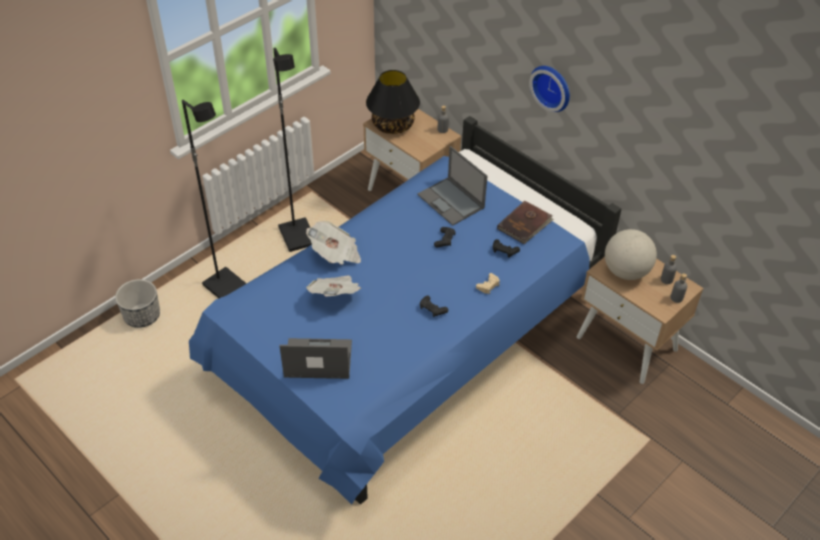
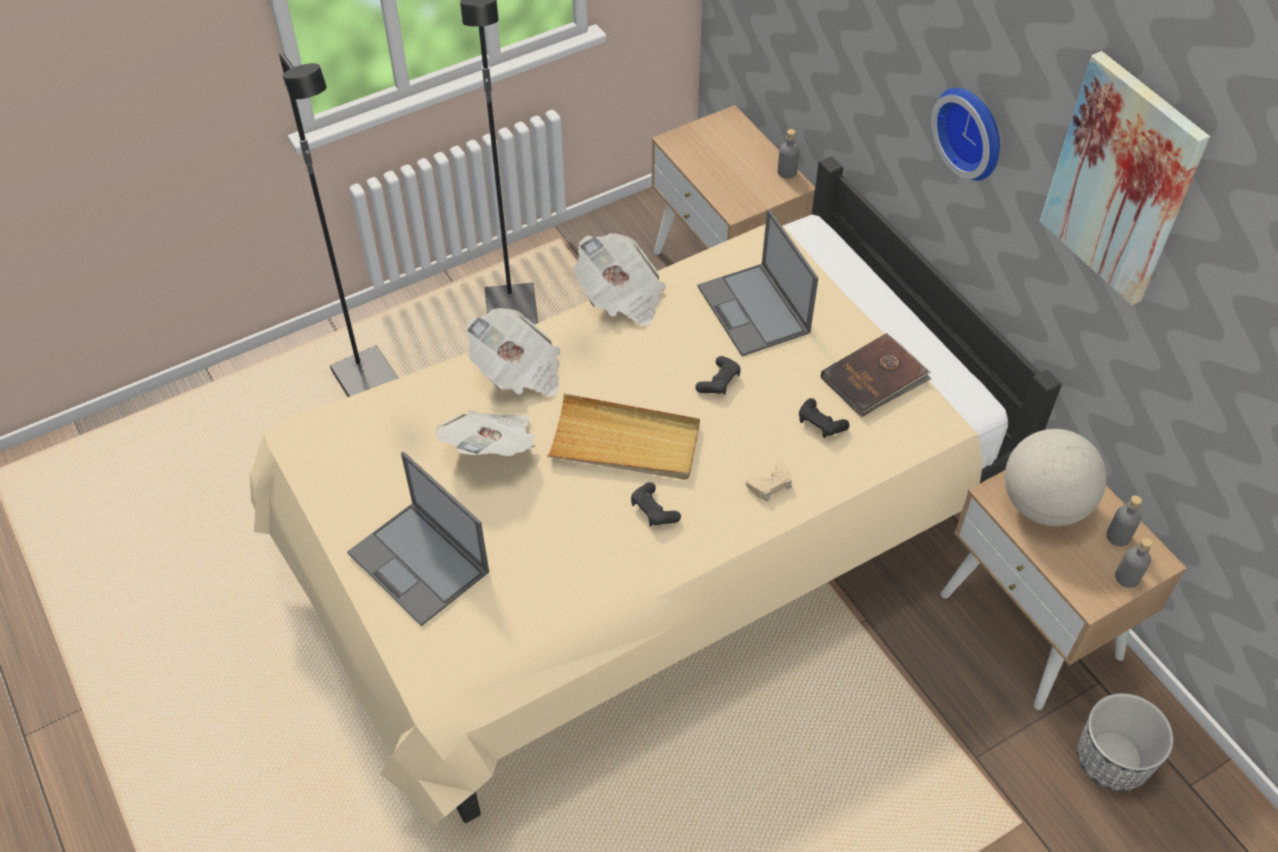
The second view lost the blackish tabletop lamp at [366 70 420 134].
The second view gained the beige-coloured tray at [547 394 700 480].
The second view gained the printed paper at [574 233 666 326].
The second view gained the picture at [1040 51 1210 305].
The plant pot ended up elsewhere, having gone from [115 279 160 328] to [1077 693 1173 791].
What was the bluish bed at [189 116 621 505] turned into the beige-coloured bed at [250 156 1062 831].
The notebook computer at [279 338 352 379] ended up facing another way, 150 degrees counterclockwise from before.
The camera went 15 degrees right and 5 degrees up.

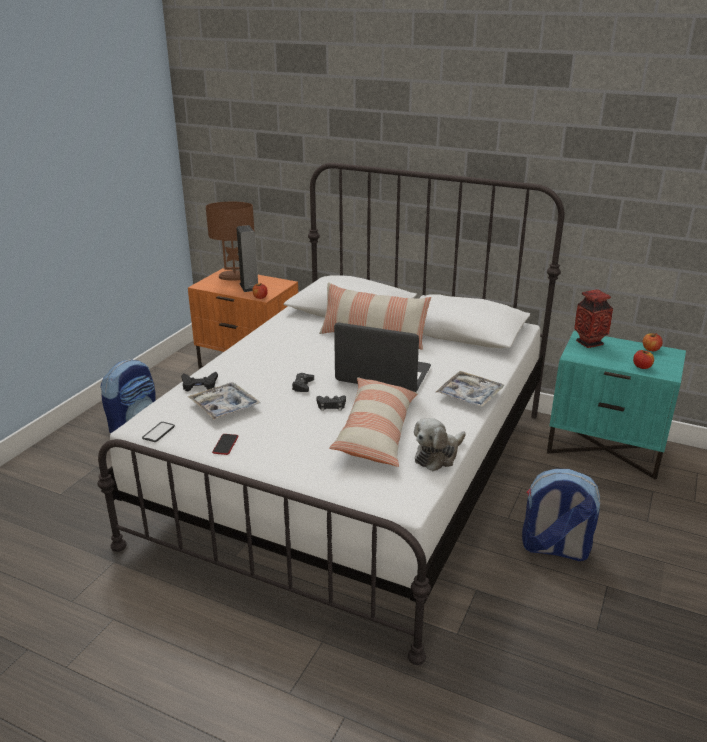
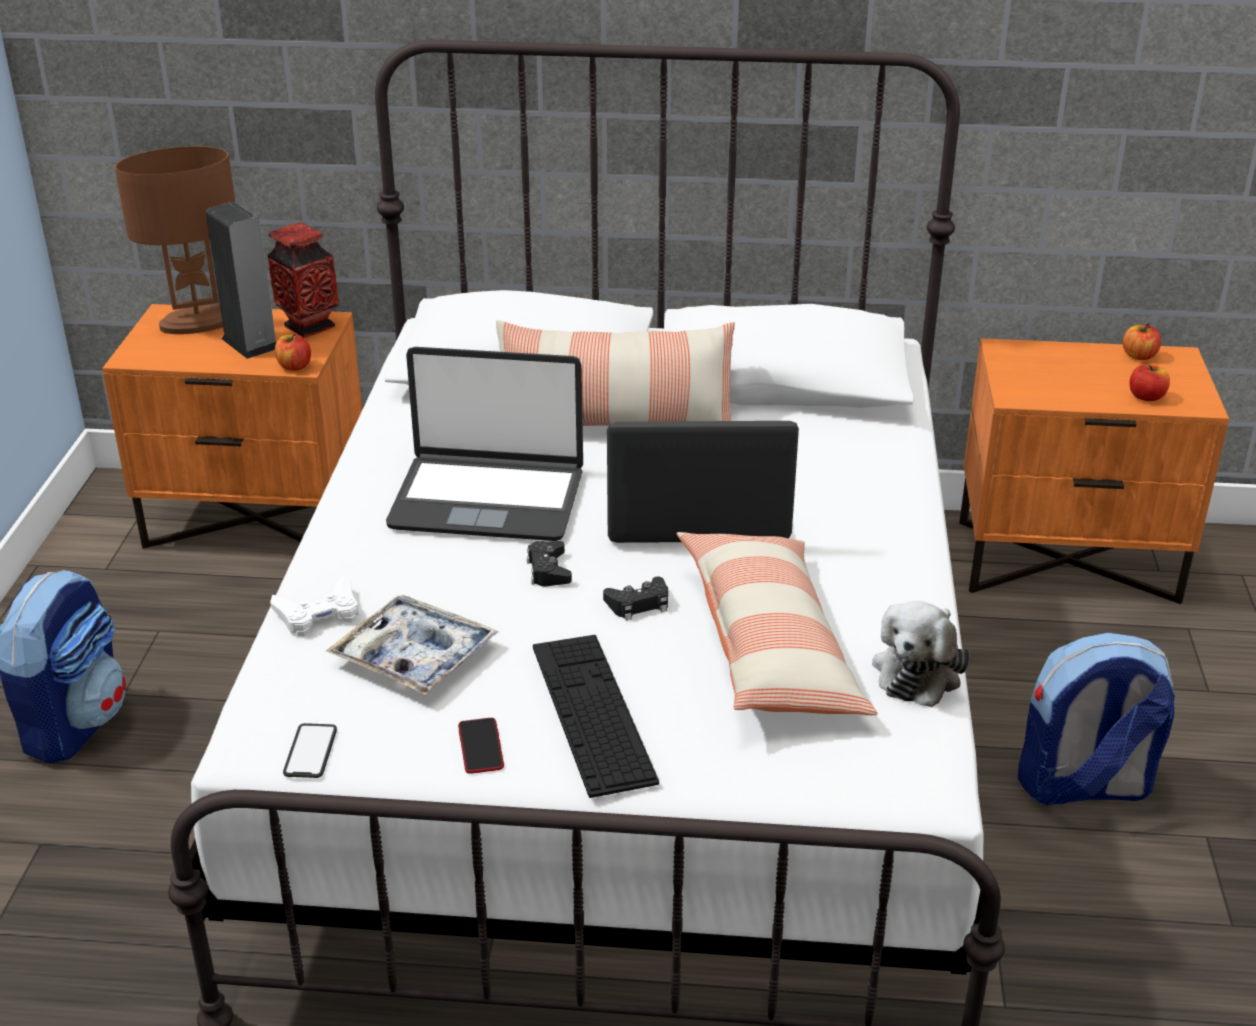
The second view lost the tray at [436 371 504 407].
The second view gained the notebook computer at [386 347 583 541].
The second view gained the PC keyboard at [533 635 659 798].
The flower vase ended up elsewhere, having gone from [574 289 613 348] to [268 222 339 338].
What was the blackish gamepad at [181 372 218 391] turned into the white gamepad at [270 576 359 636].
What was the turquoise-coloured night table at [547 331 686 480] turned into the orange-coloured night table at [959 338 1229 604].
The camera went 20 degrees left and 5 degrees up.

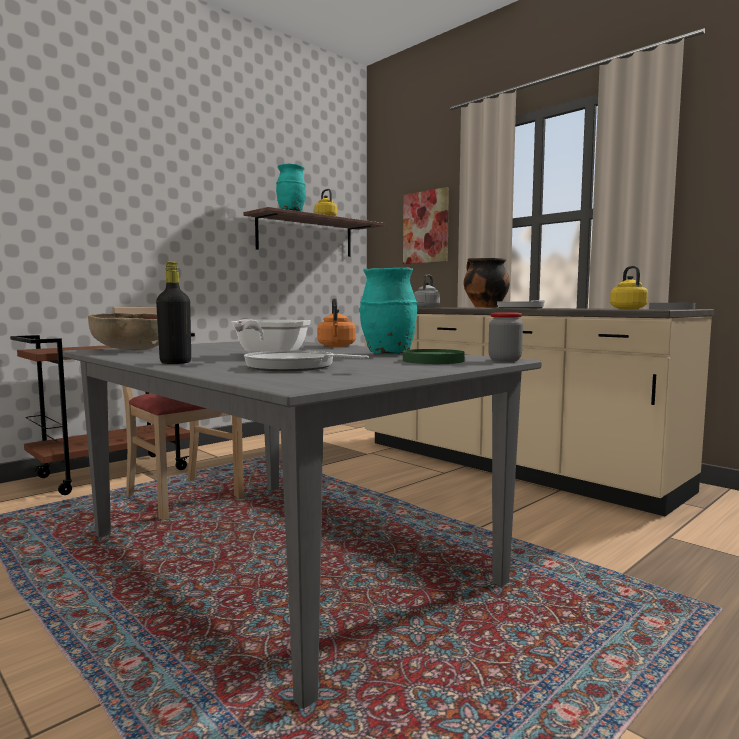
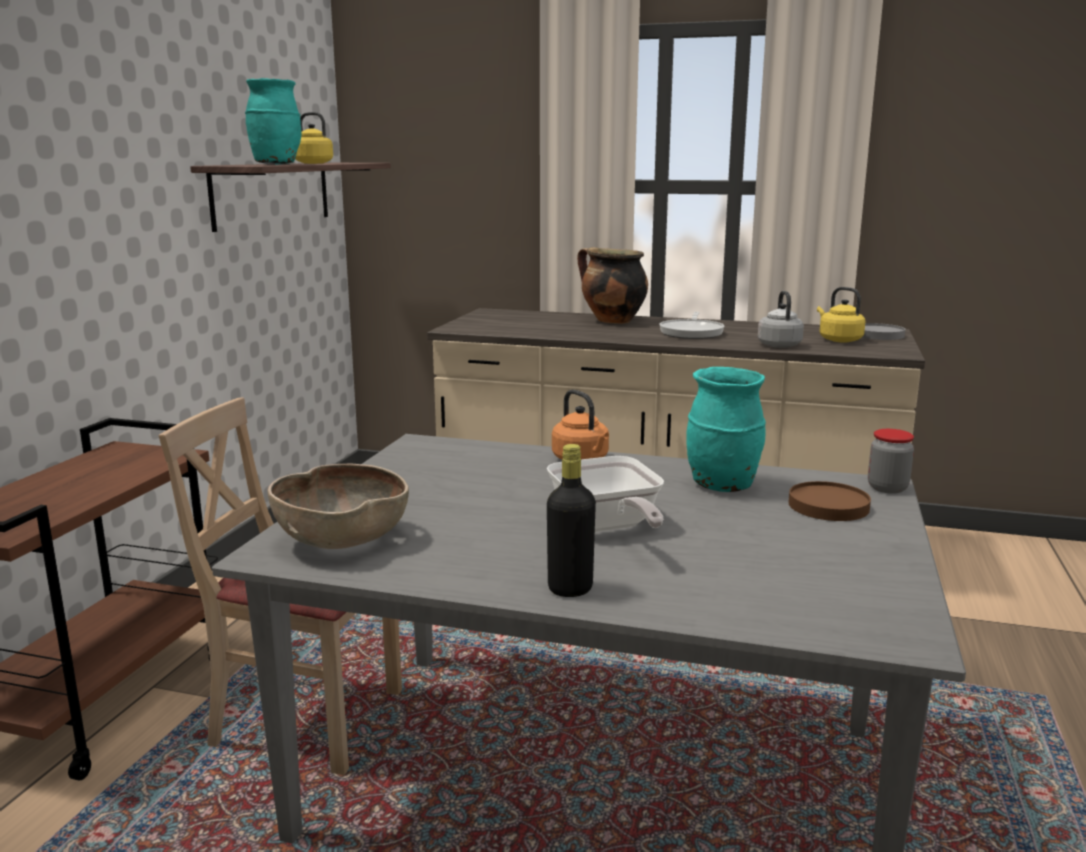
The second view lost the skillet at [244 351 369 371].
The second view lost the picture at [403 187 449 264].
The grey kettle ended up elsewhere, having gone from [414 274 440 308] to [758 291 804 348].
What was the green-coloured flat dish at [403 349 465 364] turned into the brown-coloured flat dish at [788 481 871 521].
The camera went 30 degrees left and 10 degrees up.

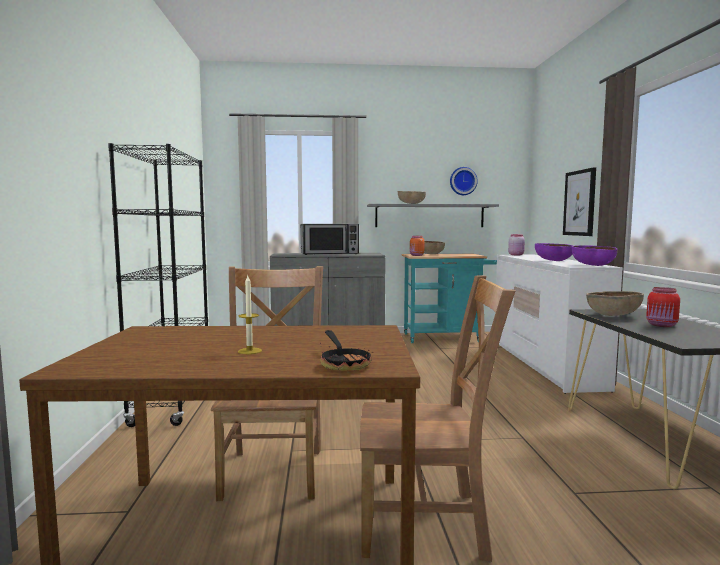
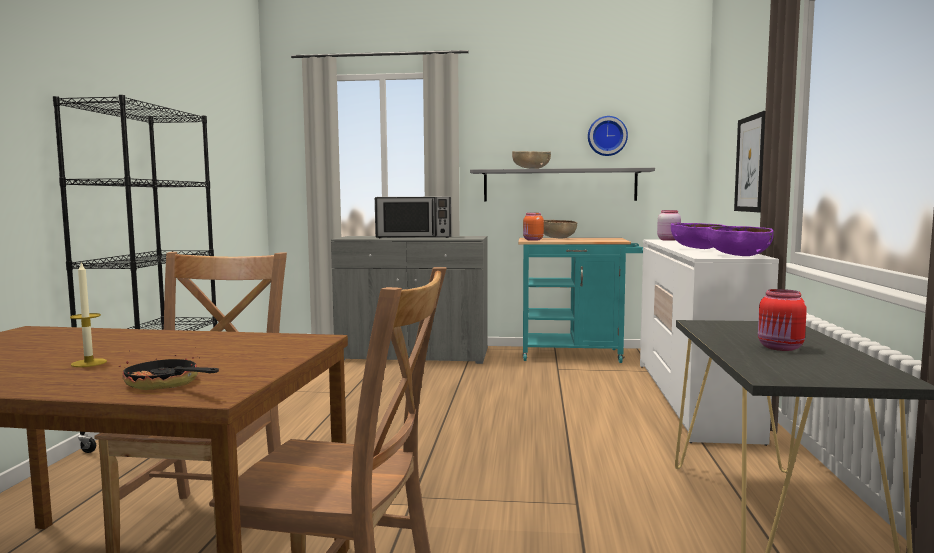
The second view lost the brown-coloured deep dish at [586 291 644 316].
The skillet at [320 330 373 371] ended up facing another way, 135 degrees clockwise from before.
The camera went 10 degrees right and 0 degrees up.

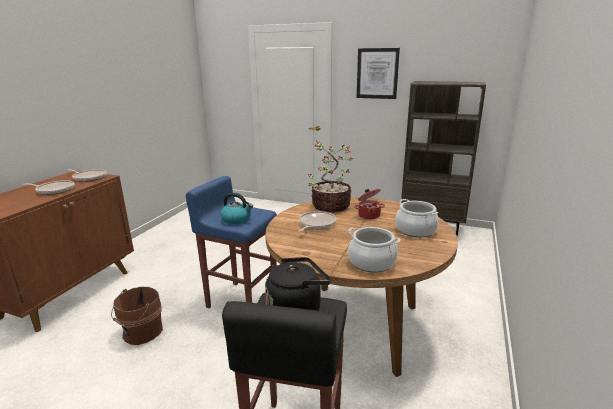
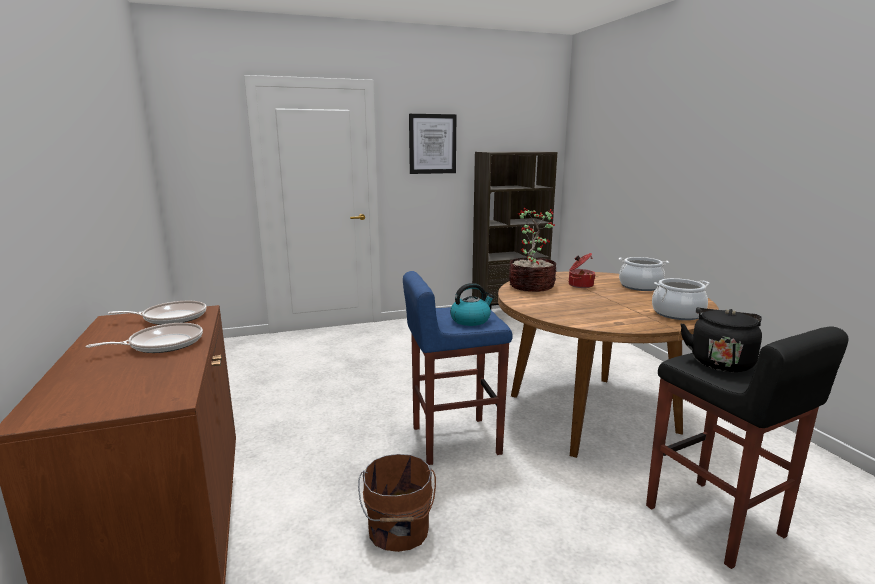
The second view lost the skillet at [298 211 337 232].
The camera went 40 degrees left and 5 degrees down.

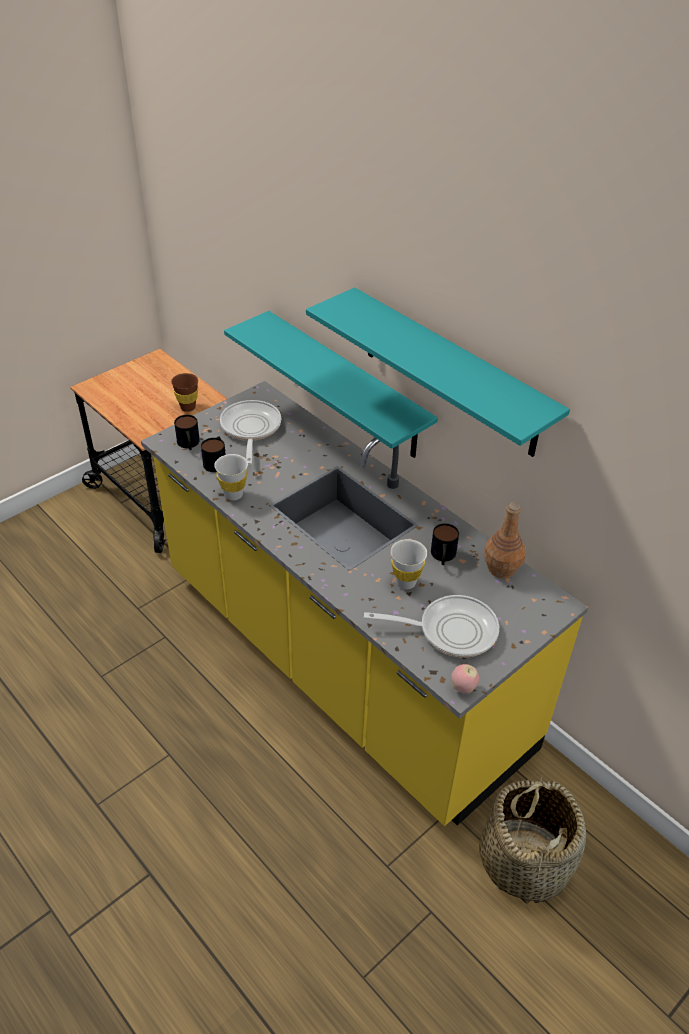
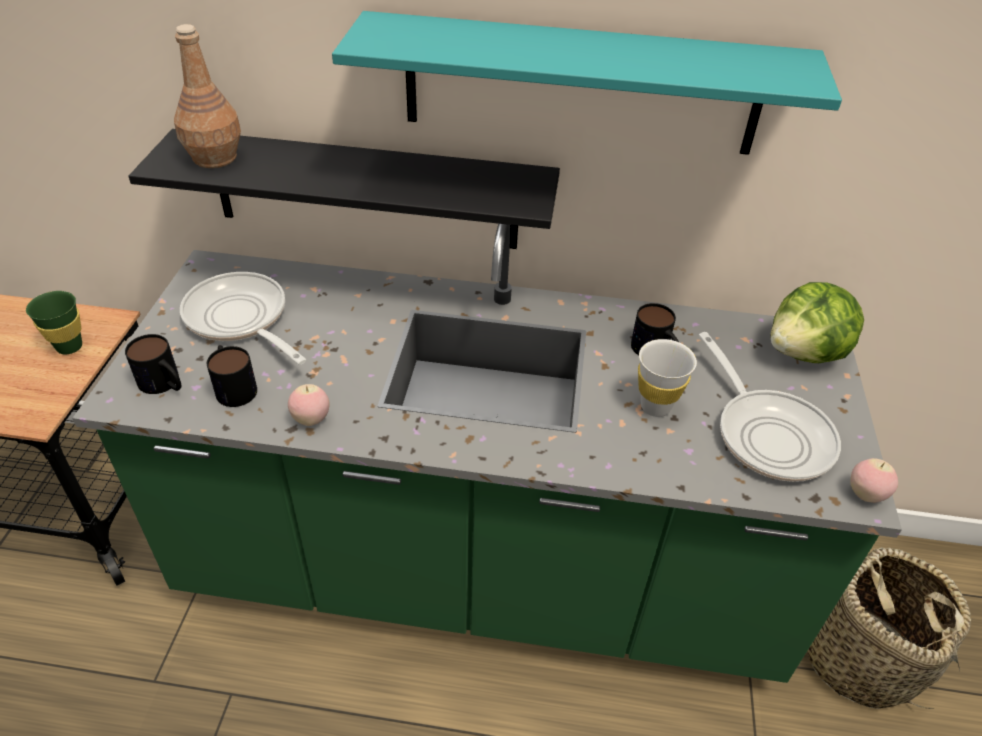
The second view gained the lettuce at [770 282 864 363].
The brown-coloured drink bottle ended up elsewhere, having gone from [484 502 526 578] to [174 24 241 168].
Where the white small cup stood at [214 454 248 501], the apple fruit came to stand at [288 384 329 426].
What was the yellowish counter at [141 381 588 826] turned into the green-coloured counter at [72 224 902 683].
What was the brown-coloured small cup at [171 373 198 412] turned into the green-coloured small cup at [26 291 82 354].
What was the turquoise-coloured bracket shelf at [224 311 438 458] turned into the blackish bracket shelf at [129 129 560 249].
The skillet at [364 595 499 658] ended up facing another way, 105 degrees clockwise from before.
The camera went 40 degrees left and 0 degrees up.

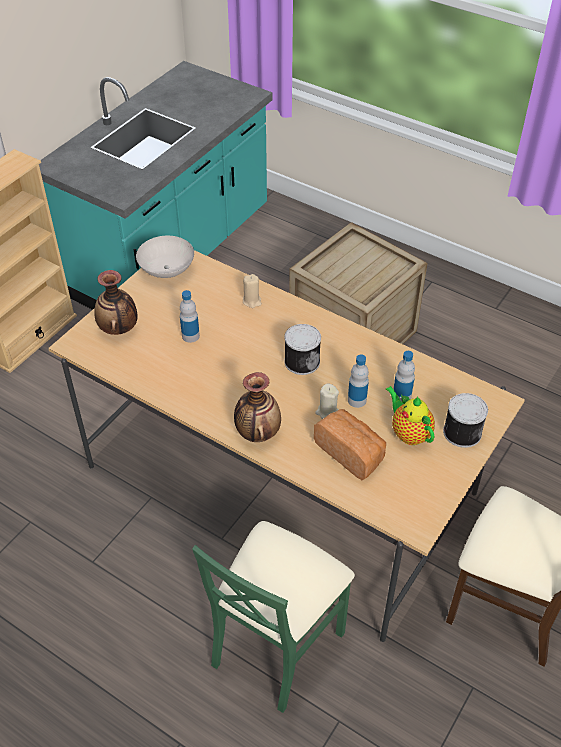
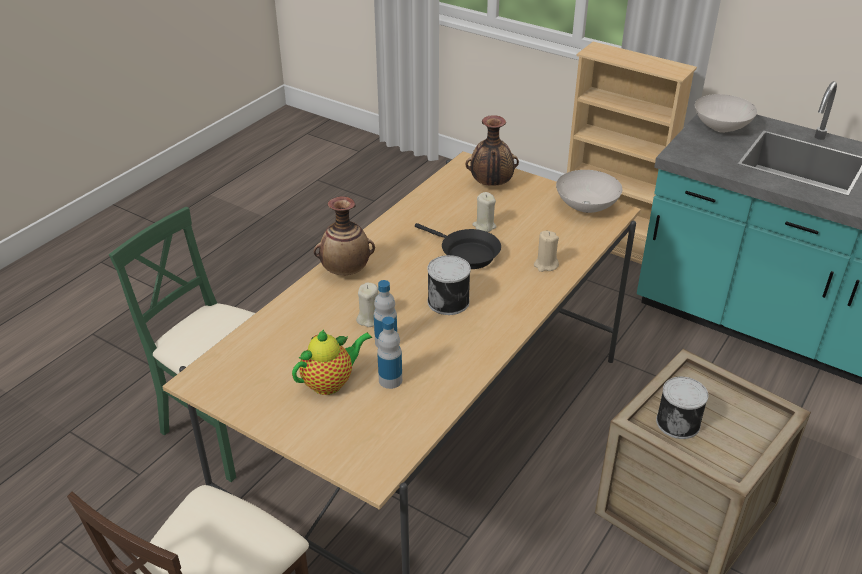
The second view lost the baked bread at [314 409 386 481].
The second view gained the blackish skillet at [415 223 501 269].
The second view gained the white deep dish at [695 94 757 133].
The sealed can ended up elsewhere, having gone from [443 393 488 448] to [656 377 708 439].
Where the drink bottle stood at [180 290 200 343], the beige-coloured wax light came to stand at [472 192 497 232].
The camera went 90 degrees right and 10 degrees down.

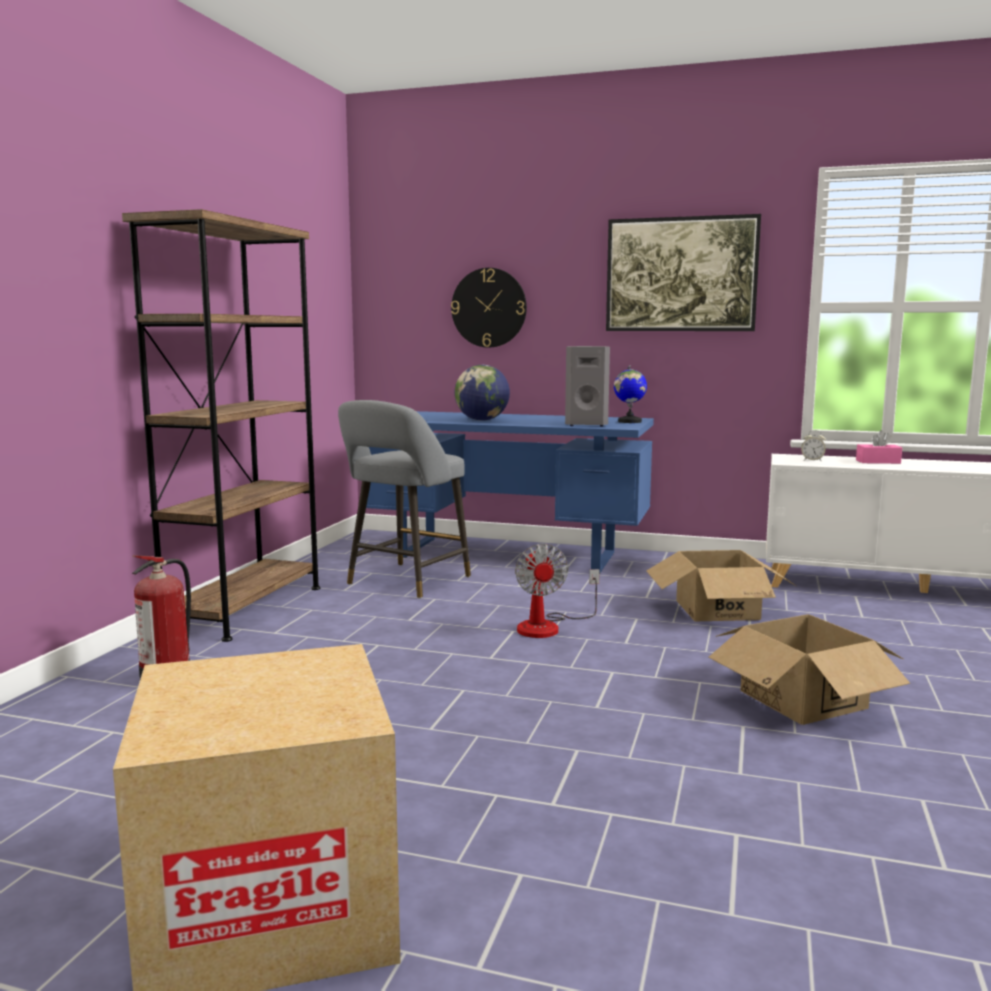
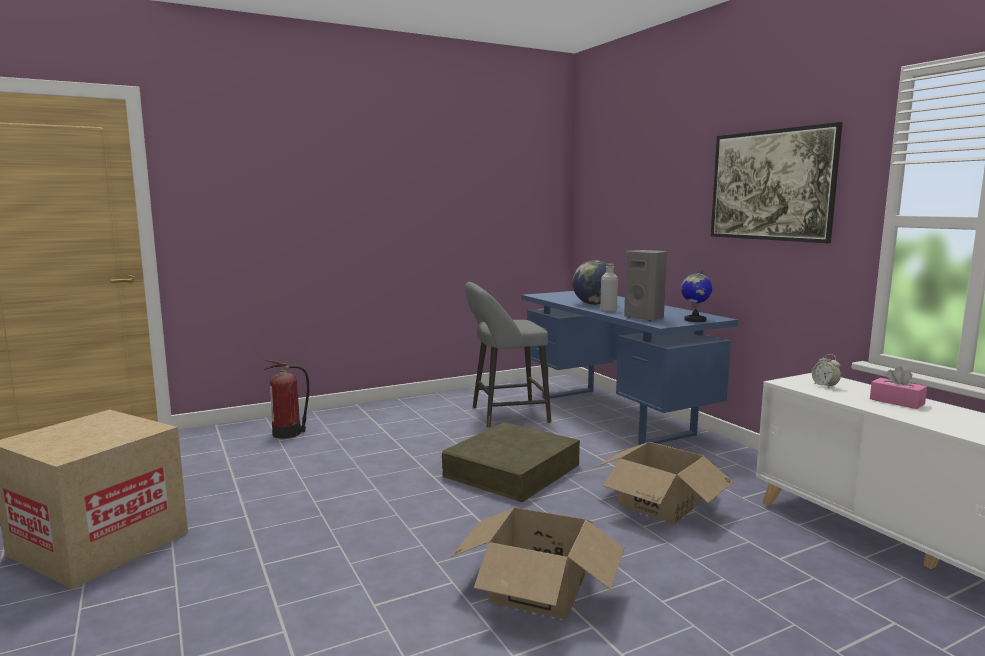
The second view lost the brown-coloured shelving unit at [122 209 321 642].
The second view lost the hanging clock at [451 268 527 348].
The second view gained the grey drink bottle at [600 264 618 312].
Where the cooling fan stood at [515 543 600 638], the brown-coloured storage container came to stand at [442 422 580 502].
The camera went 45 degrees right and 0 degrees up.

